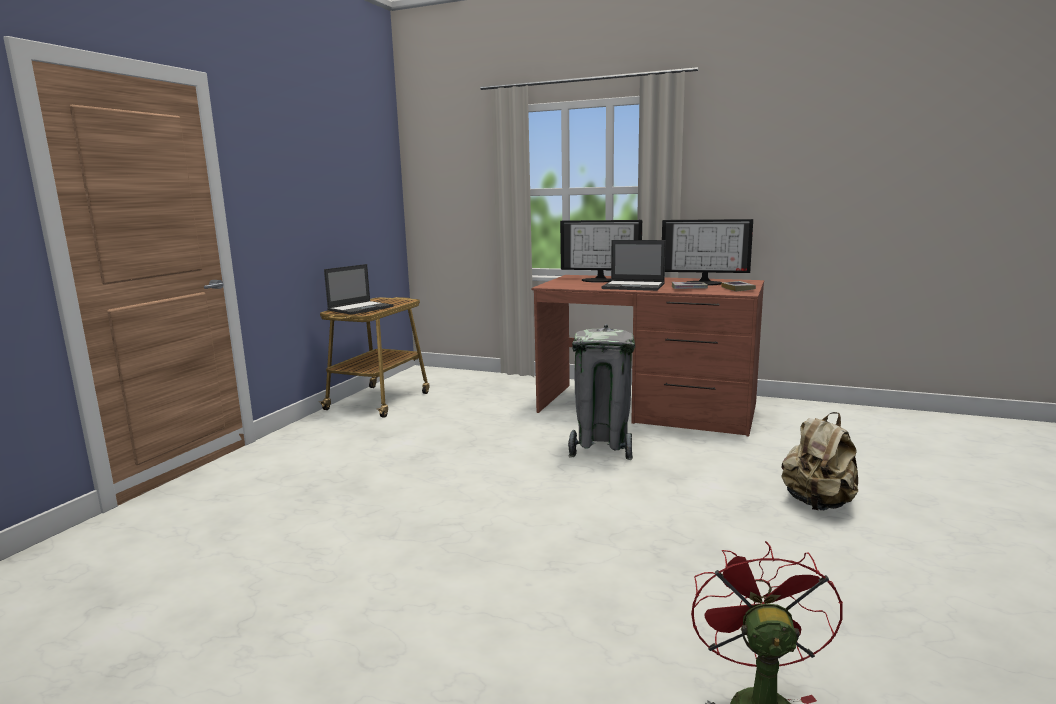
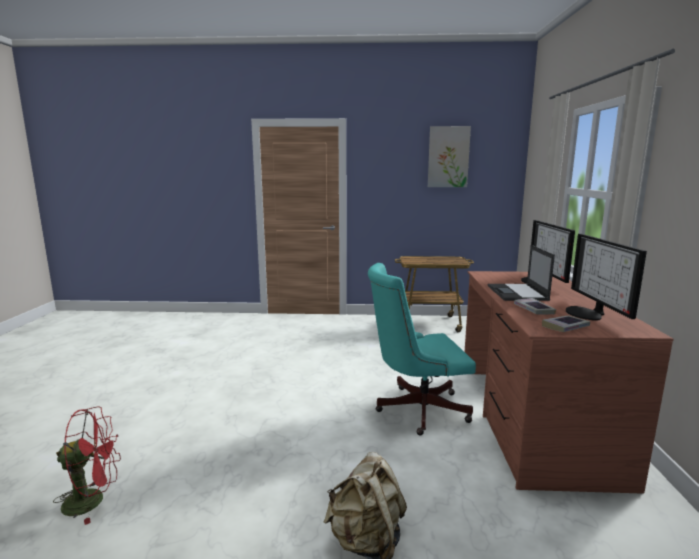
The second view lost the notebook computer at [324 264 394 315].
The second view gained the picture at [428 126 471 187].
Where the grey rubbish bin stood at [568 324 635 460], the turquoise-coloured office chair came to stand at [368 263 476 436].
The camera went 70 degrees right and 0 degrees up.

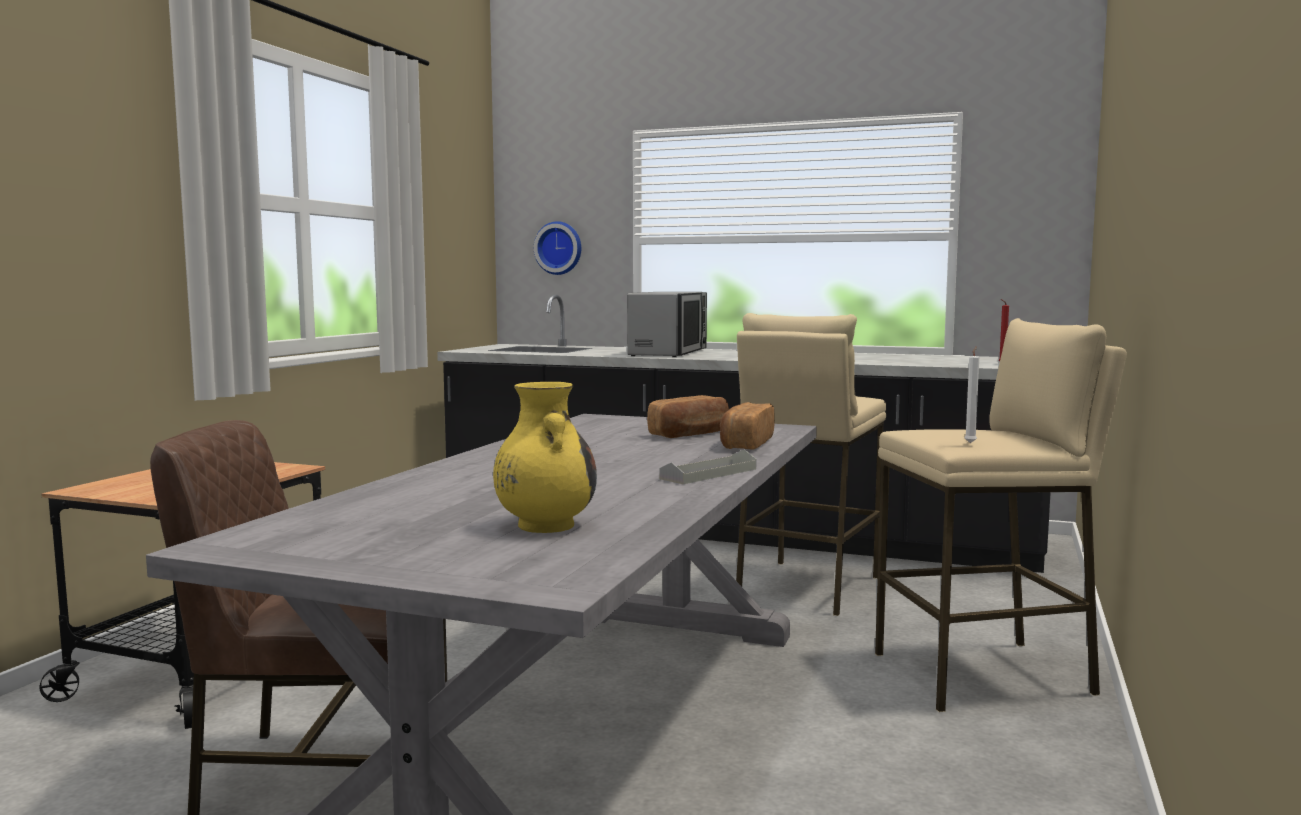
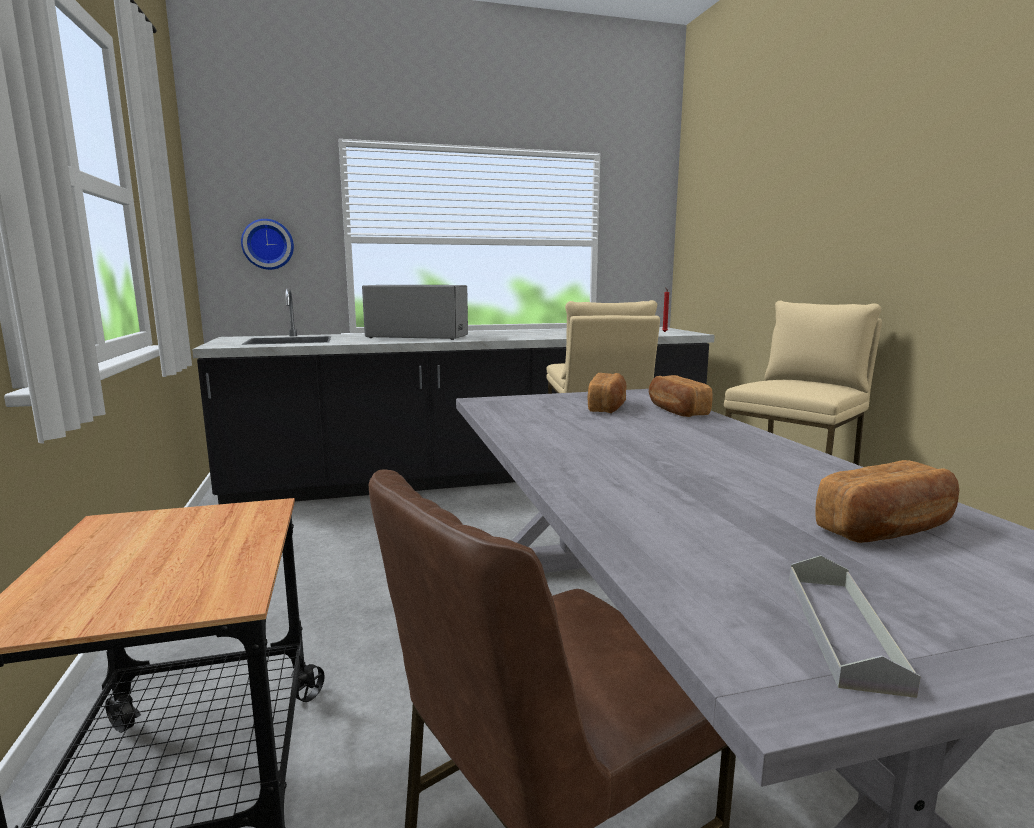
The second view lost the white wax light at [964 346 979 443].
The grey tray ended up elsewhere, having gone from [660 449 756 484] to [789 555 921 698].
Where the yellowish flower vase stood at [493 382 597 533], the baked bread came to stand at [815 460 959 543].
The microwave at [627 292 707 357] ended up facing another way, 60 degrees counterclockwise from before.
The camera went 35 degrees left and 5 degrees up.

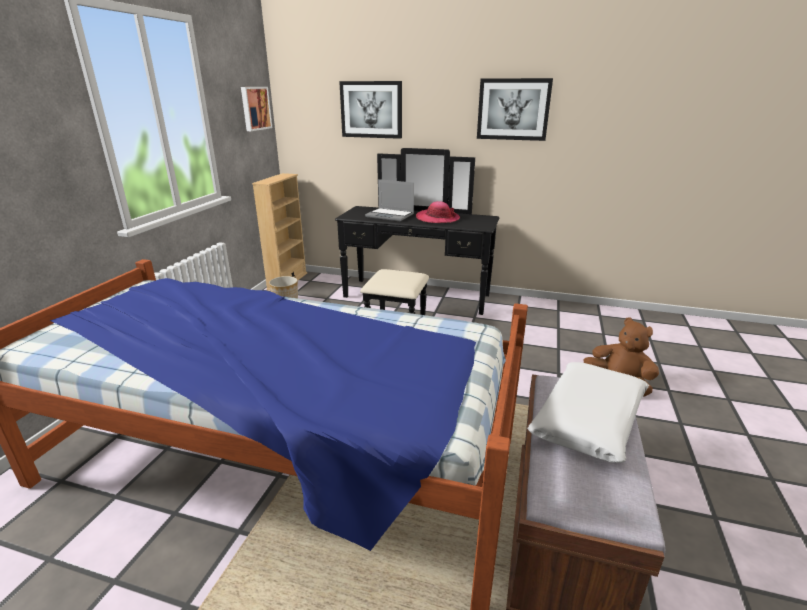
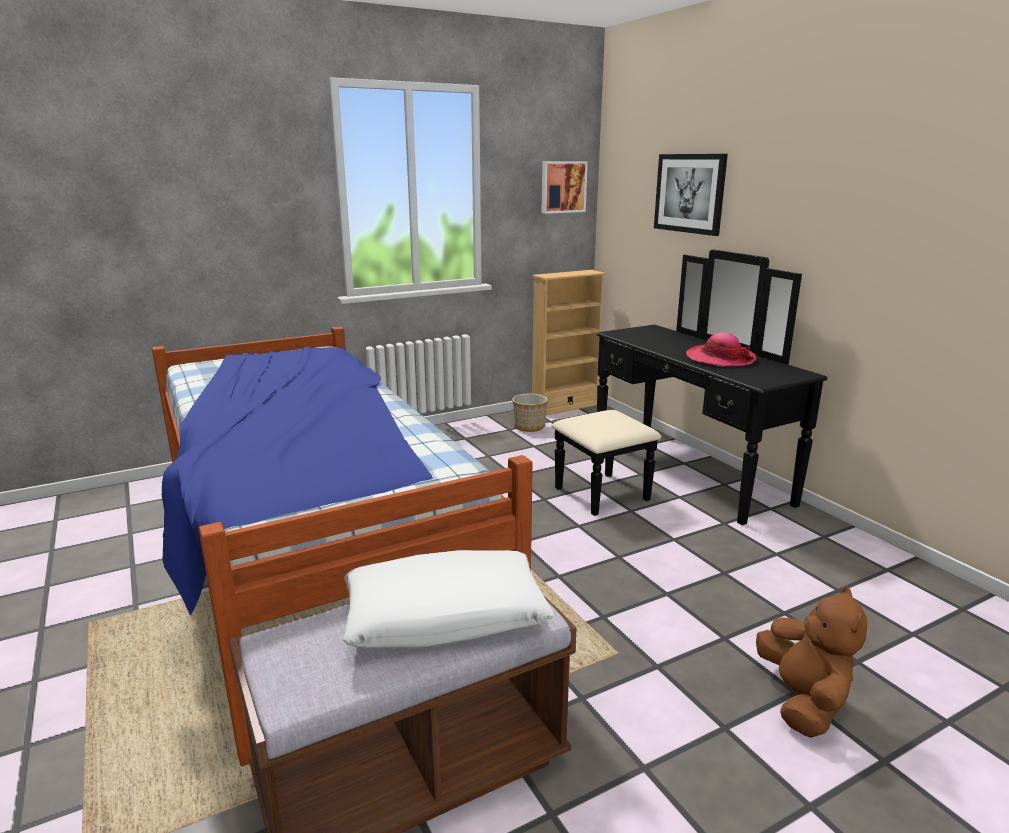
The second view lost the notebook computer at [365 179 414 221].
The second view lost the picture at [477 78 553 141].
The camera went 45 degrees right and 5 degrees down.

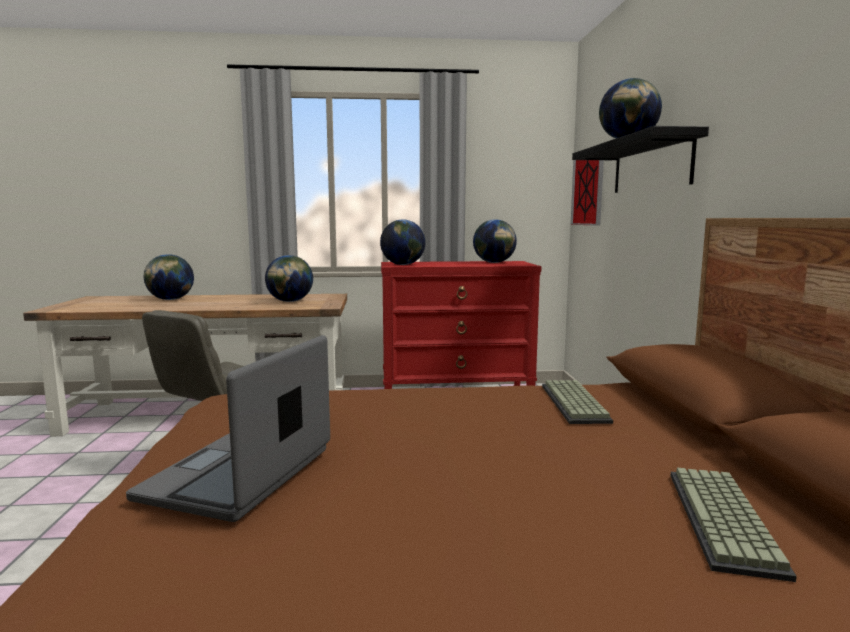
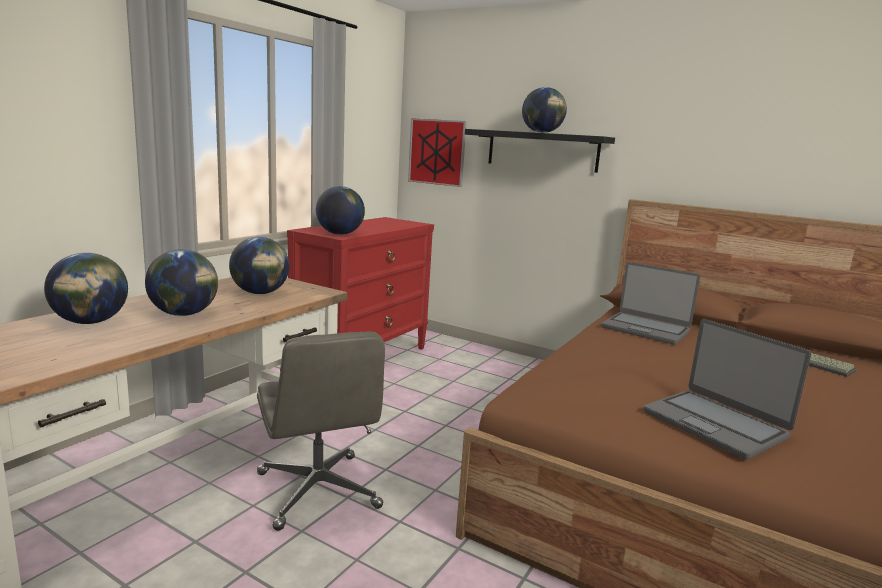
The desk globe ended up elsewhere, having gone from [473 219 517 263] to [145 249 218 316].
Where the PC keyboard stood at [542 380 613 424], the notebook computer came to stand at [601 262 700 345].
The camera went 55 degrees left and 5 degrees up.

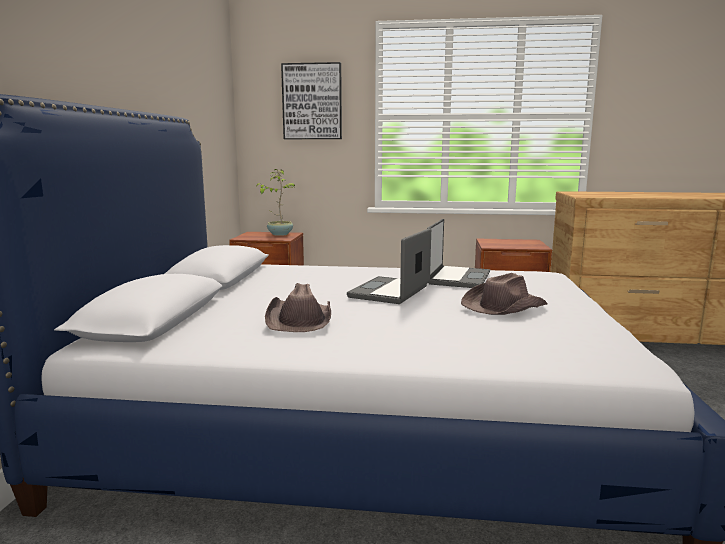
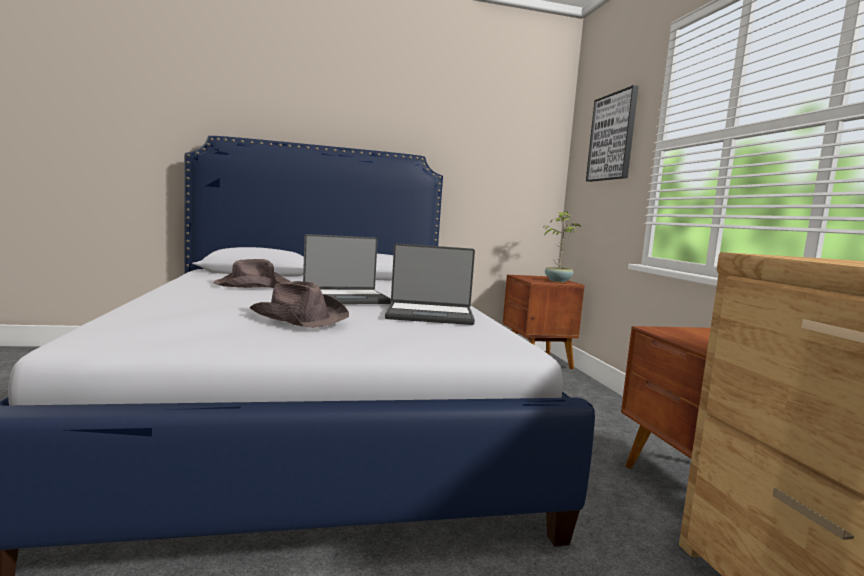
The notebook computer at [347 228 431 304] ended up facing another way, 150 degrees clockwise from before.
The camera went 70 degrees right and 5 degrees down.

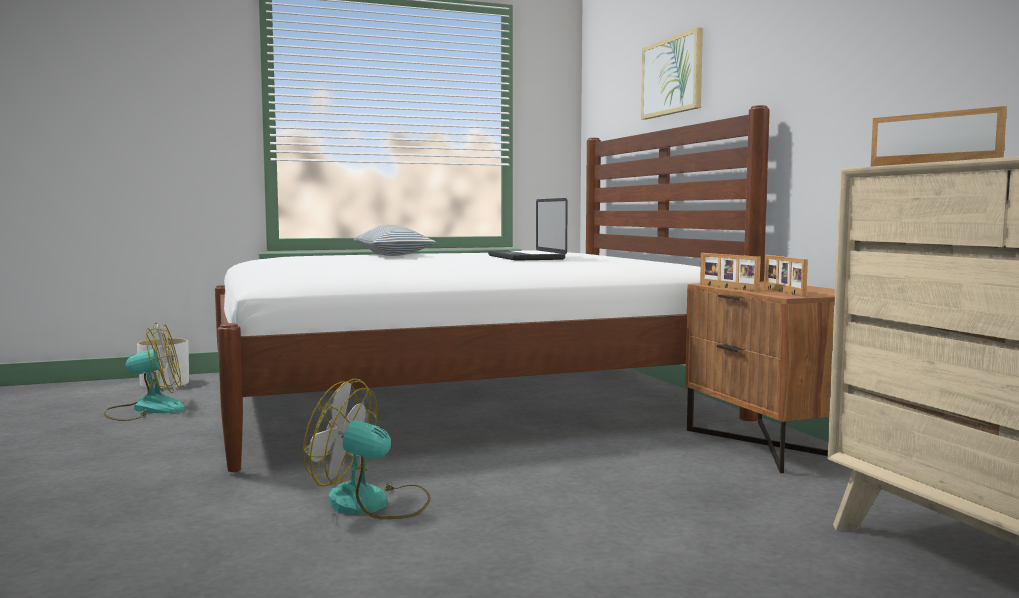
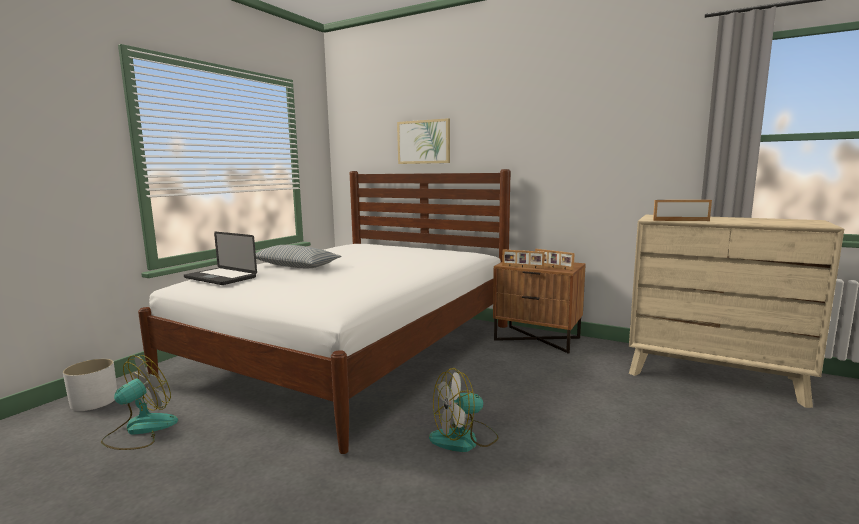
The notebook computer ended up elsewhere, having gone from [488 198 568 261] to [184 231 257 285].
The camera went 40 degrees left and 5 degrees up.

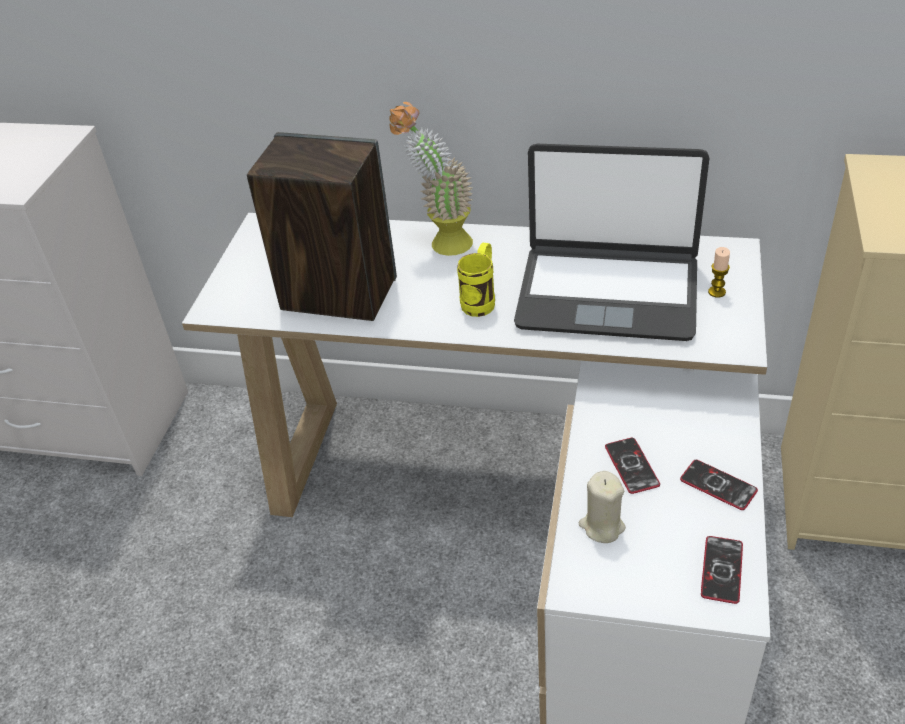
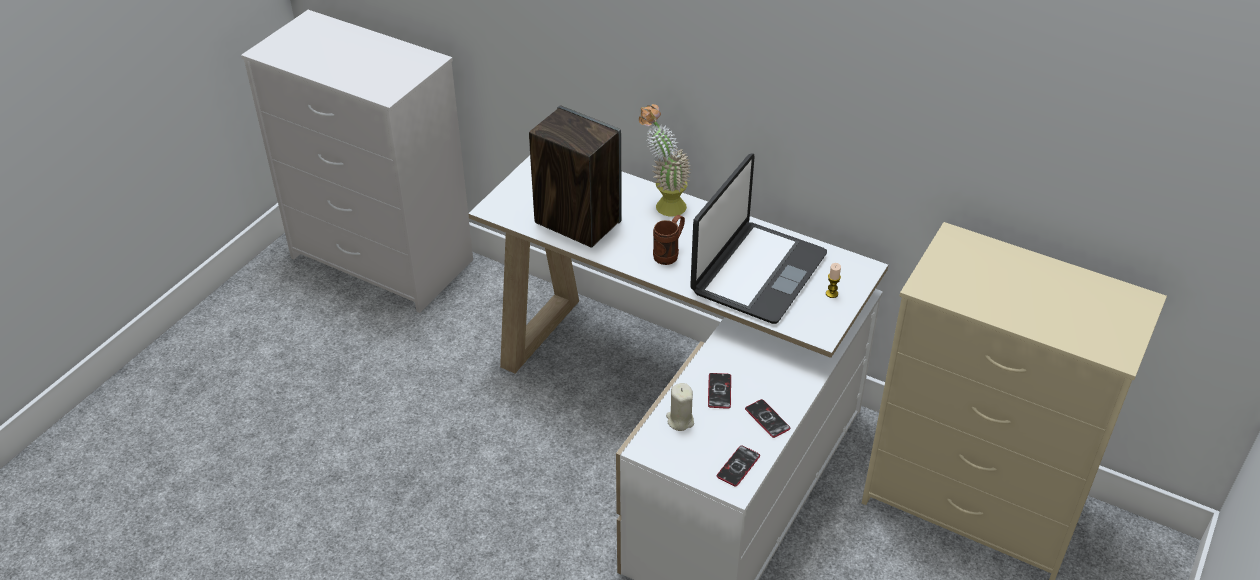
What was the yellowish mug at [457 243 495 317] turned into the brown-coloured mug at [653 215 685 265].
The notebook computer at [514 144 709 341] ended up facing another way, 90 degrees counterclockwise from before.
The camera went 15 degrees right and 0 degrees up.

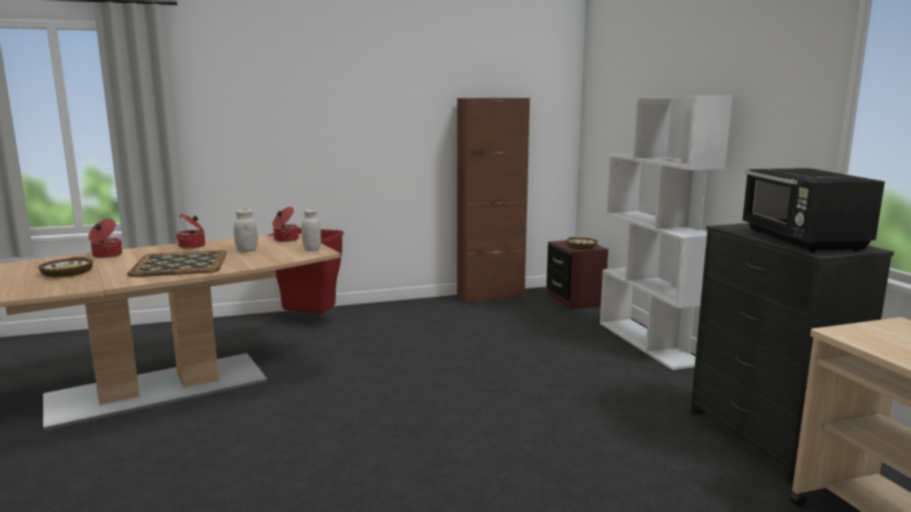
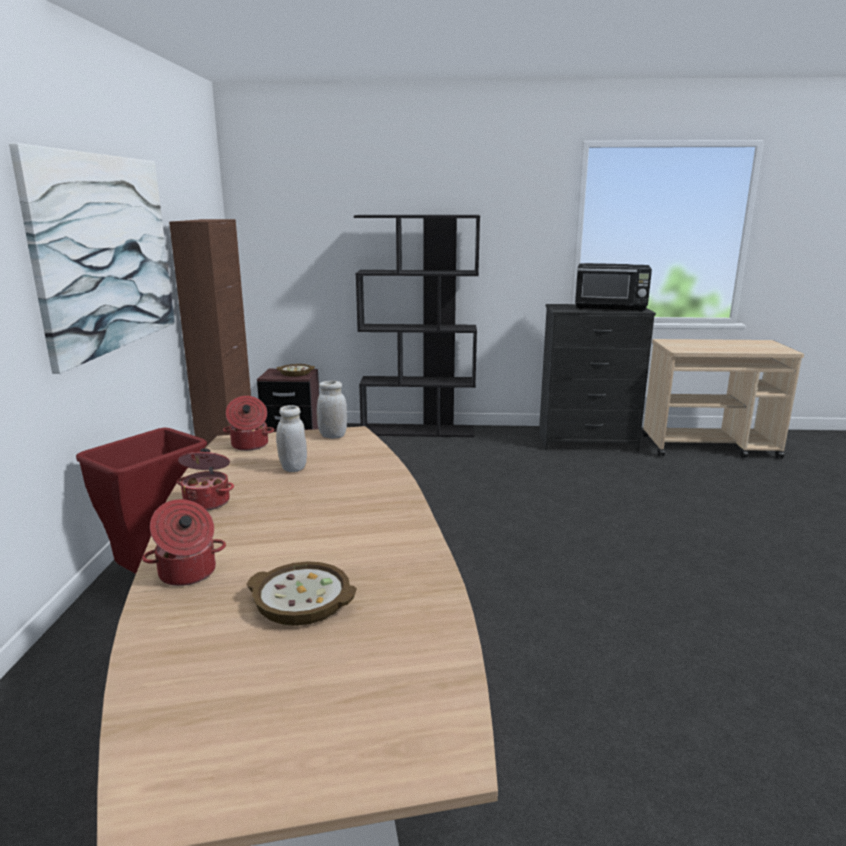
The second view lost the tray at [127 250 227 277].
The second view gained the picture at [9 143 175 374].
What was the white shelving unit at [600 95 732 370] turned into the blackish shelving unit at [354 215 480 437].
The camera went 70 degrees left and 5 degrees up.

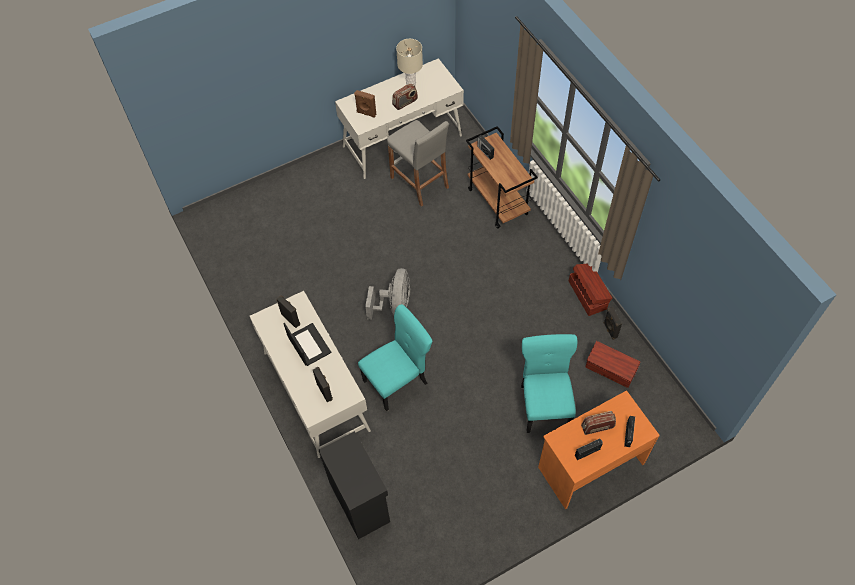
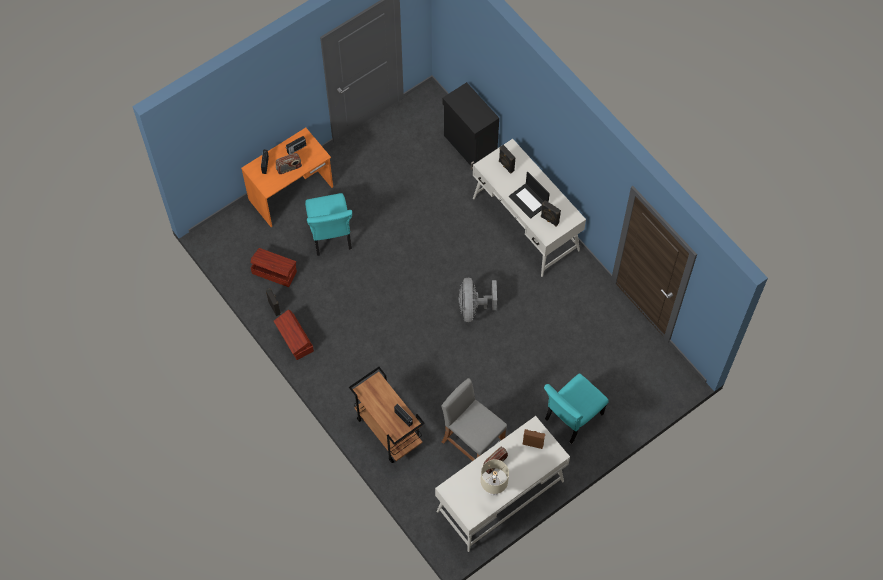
The turquoise-coloured plain chair ended up elsewhere, having gone from [358 304 433 412] to [544 373 609 444].
The camera went 170 degrees right and 5 degrees up.

